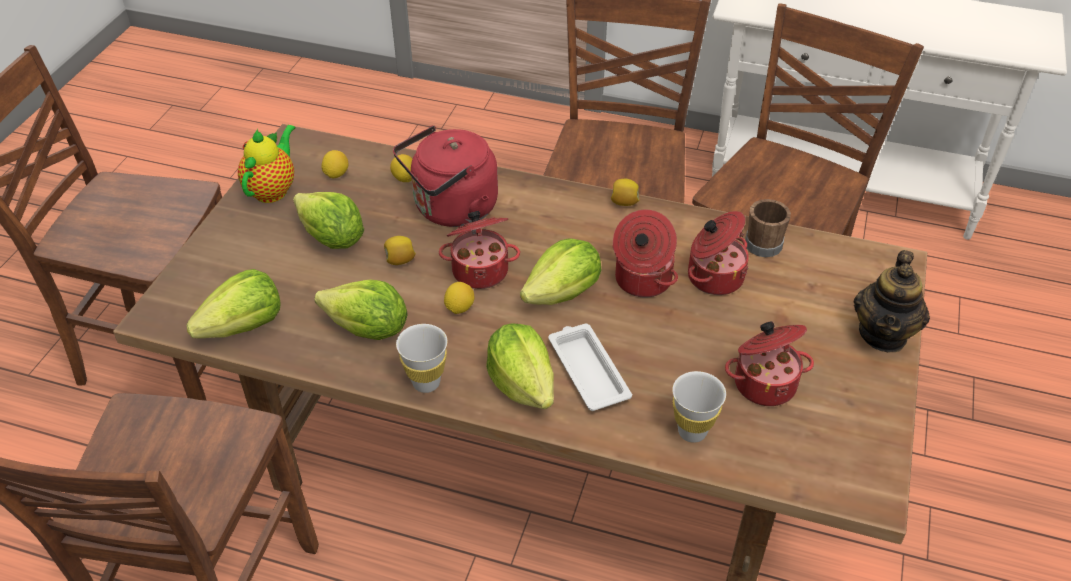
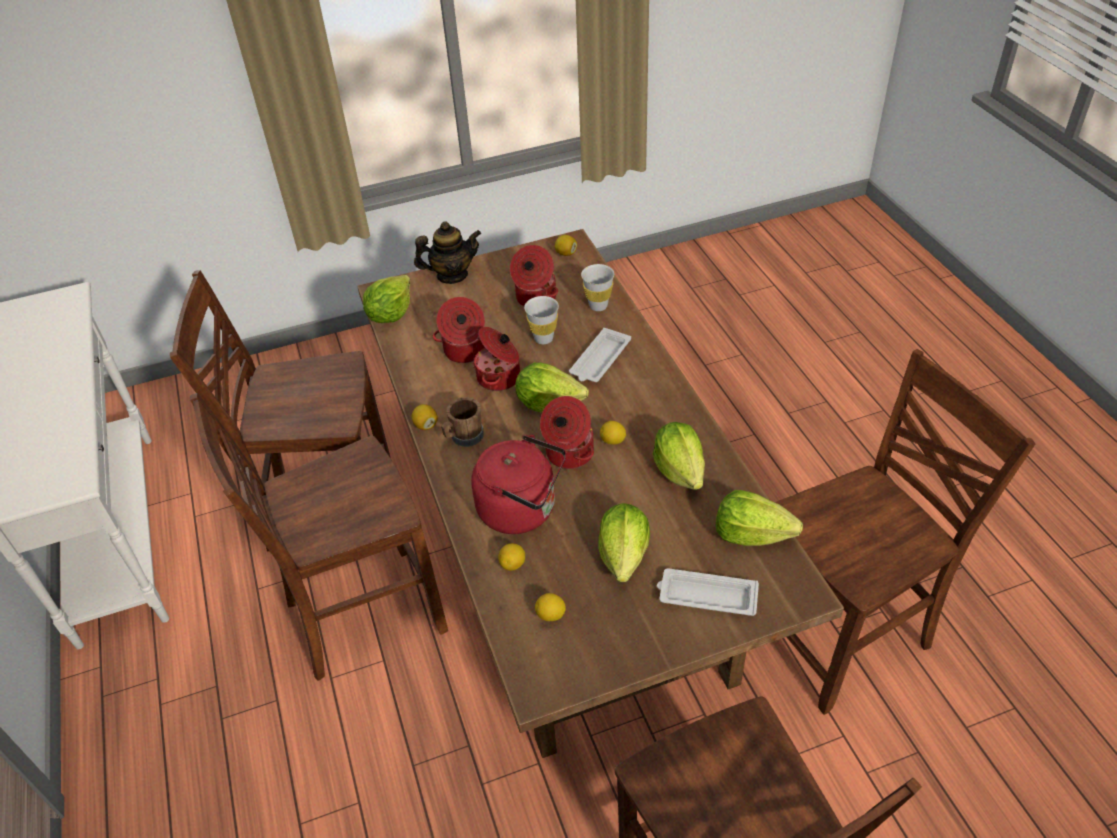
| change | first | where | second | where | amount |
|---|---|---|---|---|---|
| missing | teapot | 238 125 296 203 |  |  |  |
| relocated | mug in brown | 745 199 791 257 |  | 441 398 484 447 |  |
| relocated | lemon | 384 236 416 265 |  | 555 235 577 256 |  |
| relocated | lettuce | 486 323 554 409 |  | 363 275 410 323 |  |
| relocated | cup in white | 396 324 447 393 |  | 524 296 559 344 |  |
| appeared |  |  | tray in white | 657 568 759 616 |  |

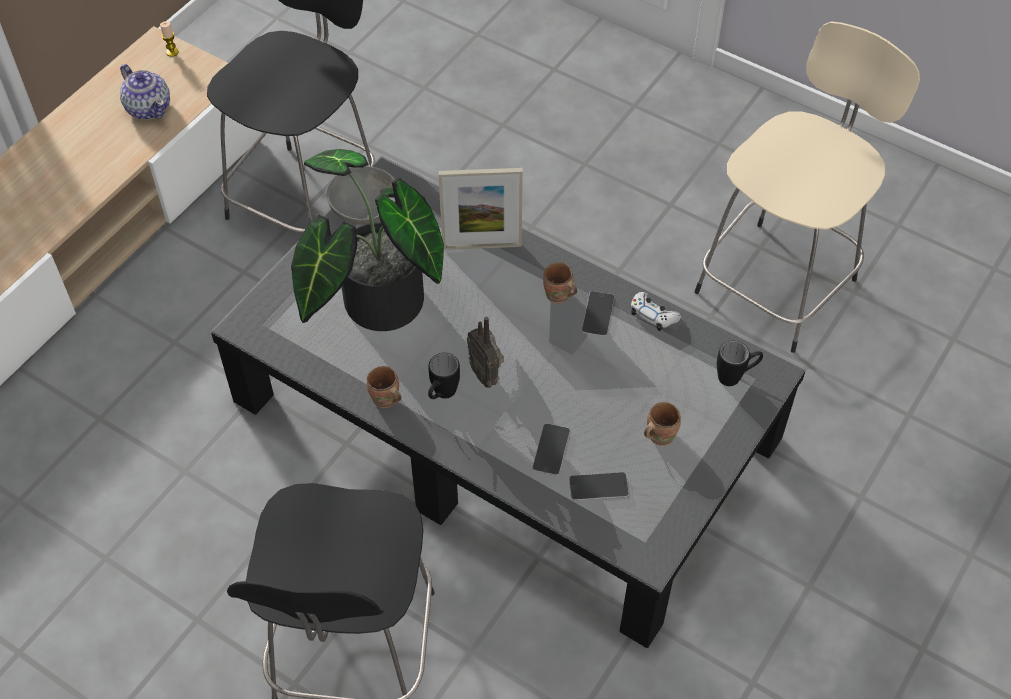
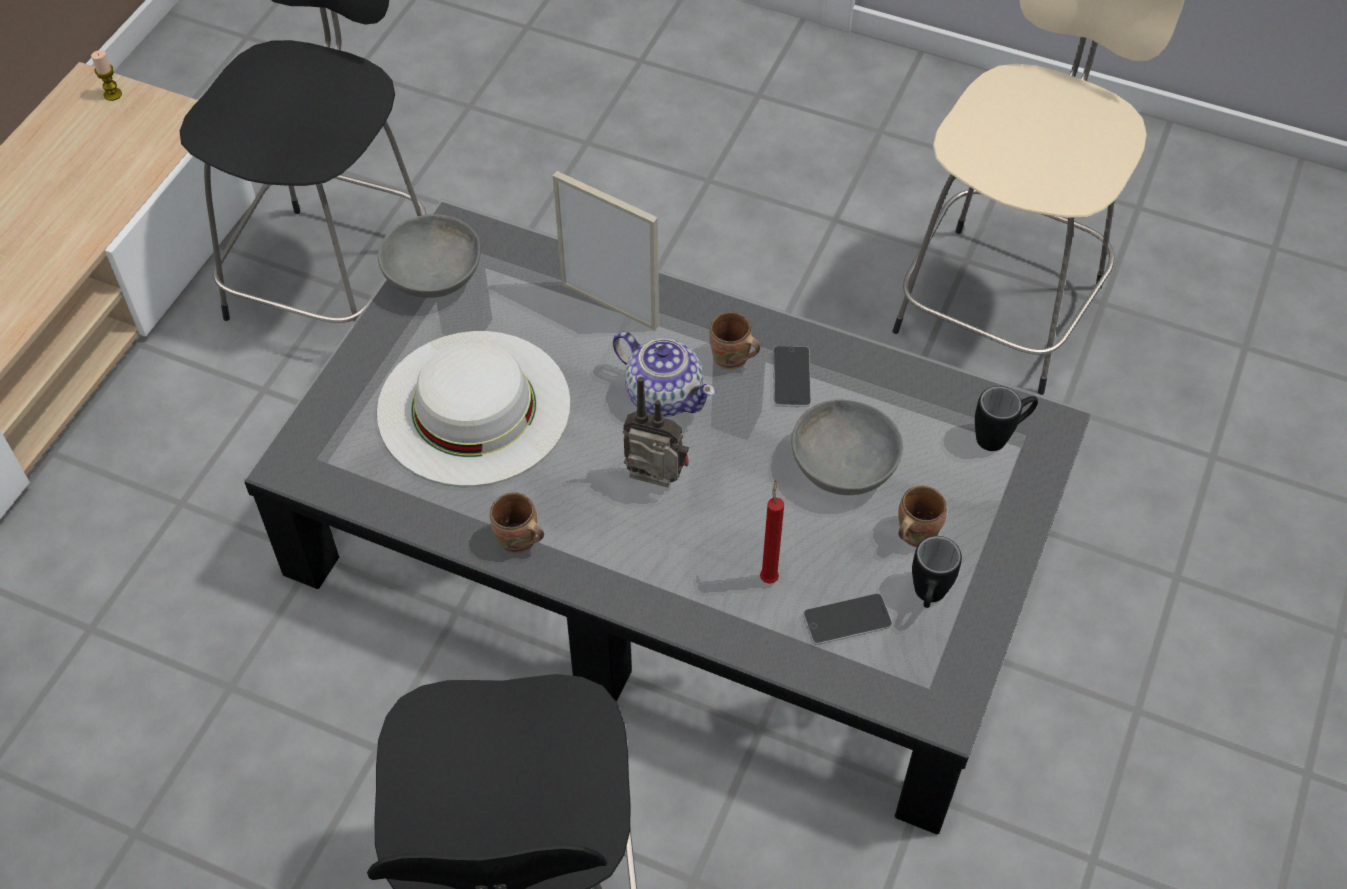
| change | first | where | second | where | amount |
|---|---|---|---|---|---|
| relocated | teapot | 120 64 170 120 |  | 613 331 716 417 |  |
| exchanged | potted plant | 291 149 444 331 | hat in white | 377 331 570 486 |  |
| spun | picture frame | 438 168 523 250 |  | 553 171 659 330 | 135 degrees counterclockwise |
| missing | game controller in white | 631 292 681 331 |  |  |  |
| spun | radio | 467 317 504 388 |  | 623 376 689 488 | 150 degrees clockwise |
| relocated | mug in black | 428 353 460 399 |  | 912 536 962 608 |  |
| exchanged | phone | 532 423 570 476 | candle in red | 760 480 784 584 |  |
| appeared |  |  | bowl in grey | 792 399 903 495 |  |

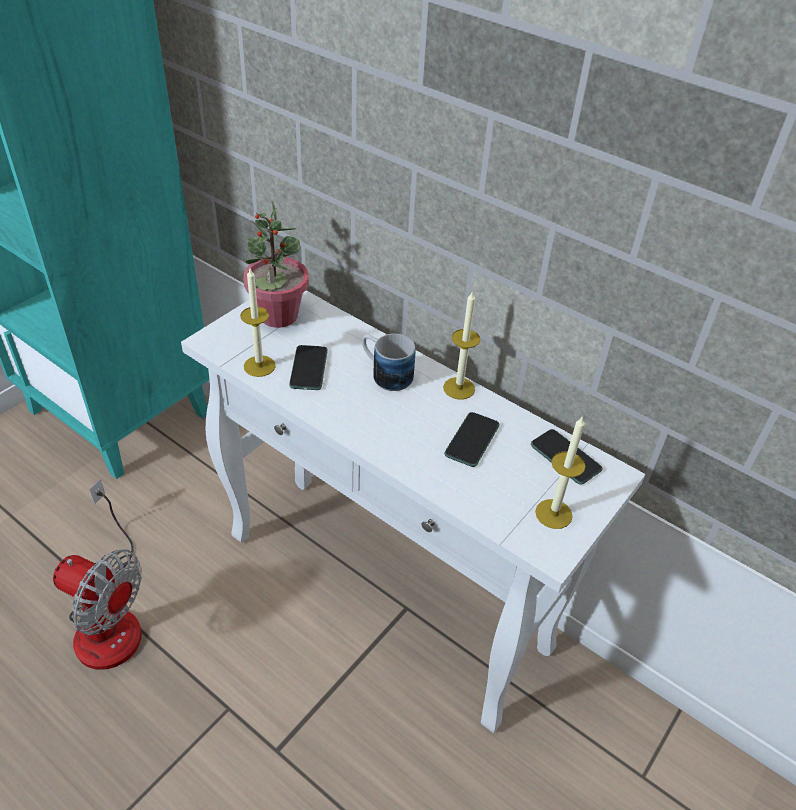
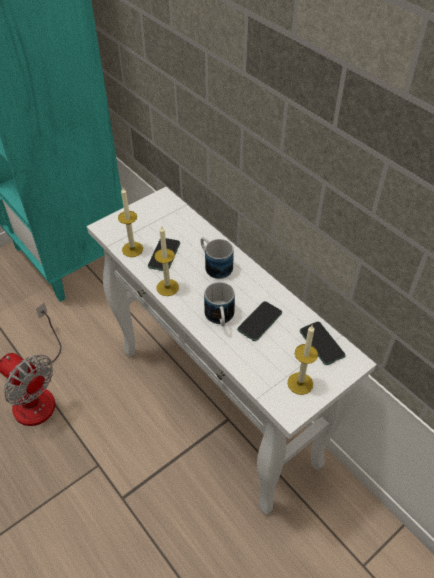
| change | first | where | second | where | amount |
|---|---|---|---|---|---|
| missing | potted plant | 243 200 309 328 |  |  |  |
| relocated | candle | 443 290 480 399 |  | 154 226 179 296 |  |
| appeared |  |  | mug | 204 282 235 326 |  |

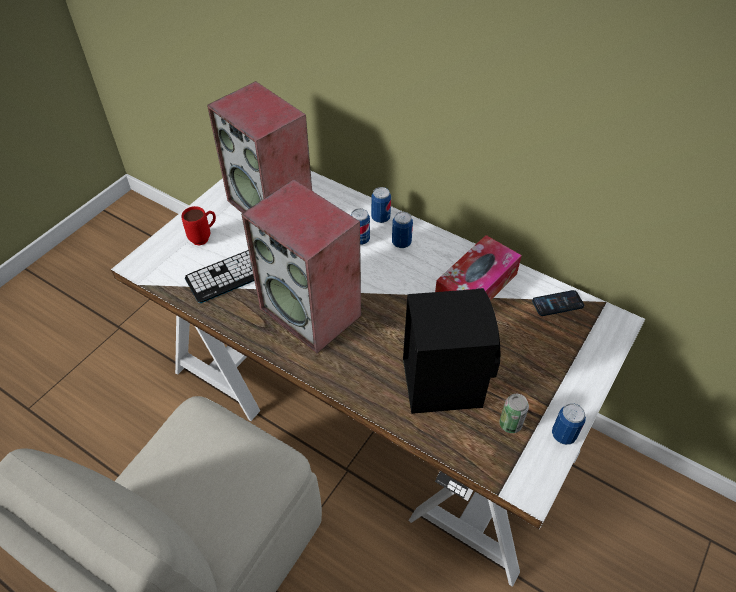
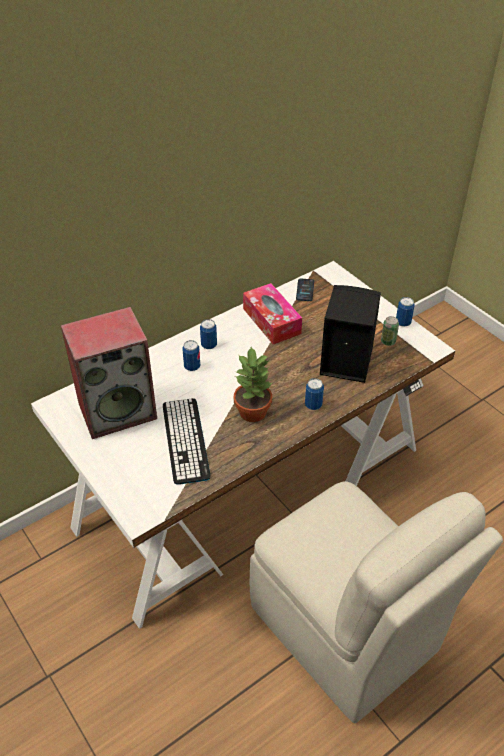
| change | first | where | second | where | amount |
|---|---|---|---|---|---|
| exchanged | speaker | 241 179 361 353 | potted plant | 234 347 272 422 |  |
| relocated | can | 371 187 391 223 |  | 305 378 324 410 |  |
| missing | mug in red | 182 206 216 246 |  |  |  |

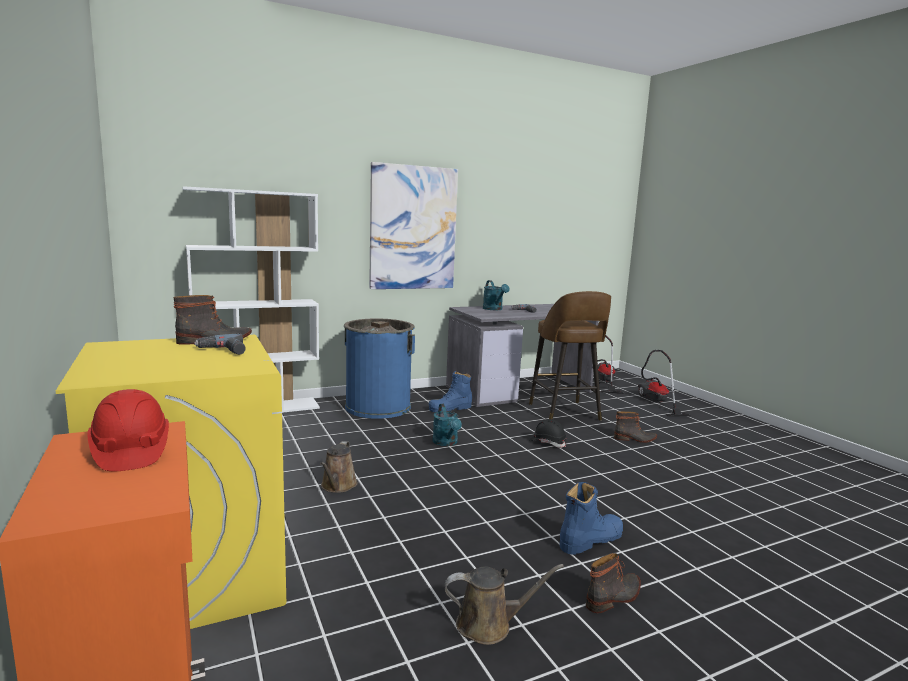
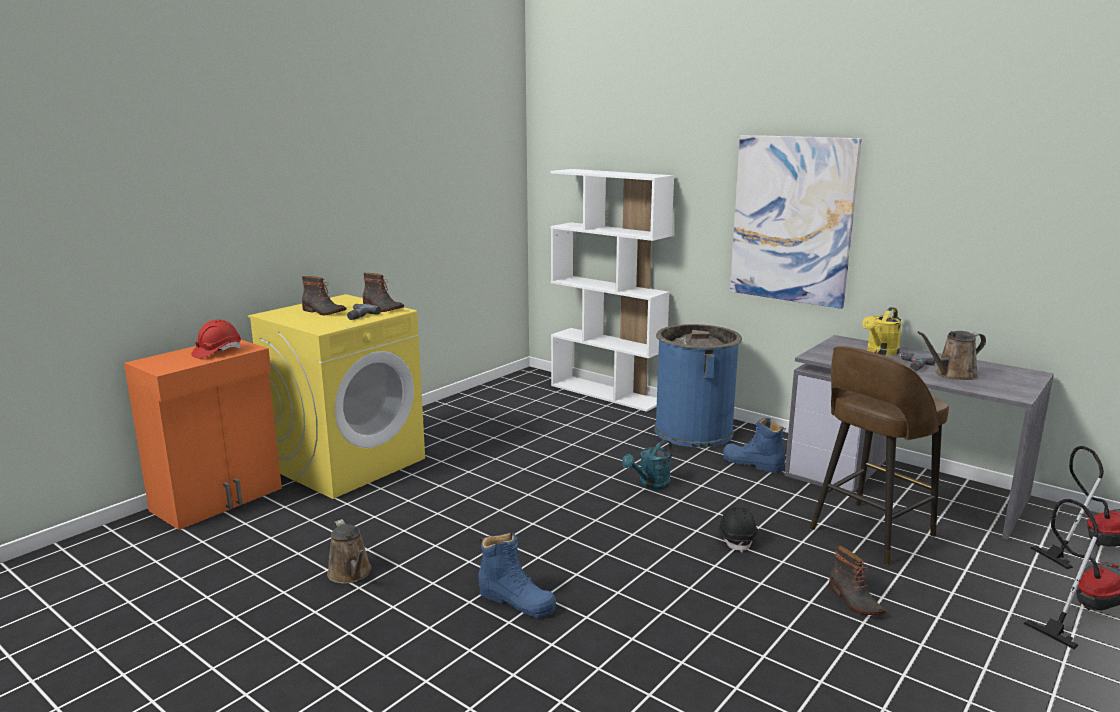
| change | first | where | second | where | amount |
|---|---|---|---|---|---|
| colour | watering can in turquoise | 483 280 510 310 | watering can in yellow | 862 307 902 355 |  |
| relocated | watering can in brown | 320 441 358 493 |  | 917 331 986 380 |  |
| relocated | boot | 586 553 641 613 |  | 302 276 347 315 |  |

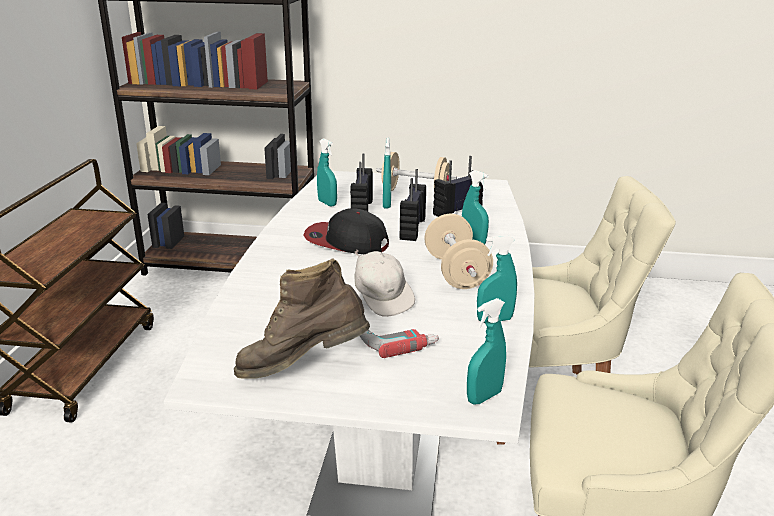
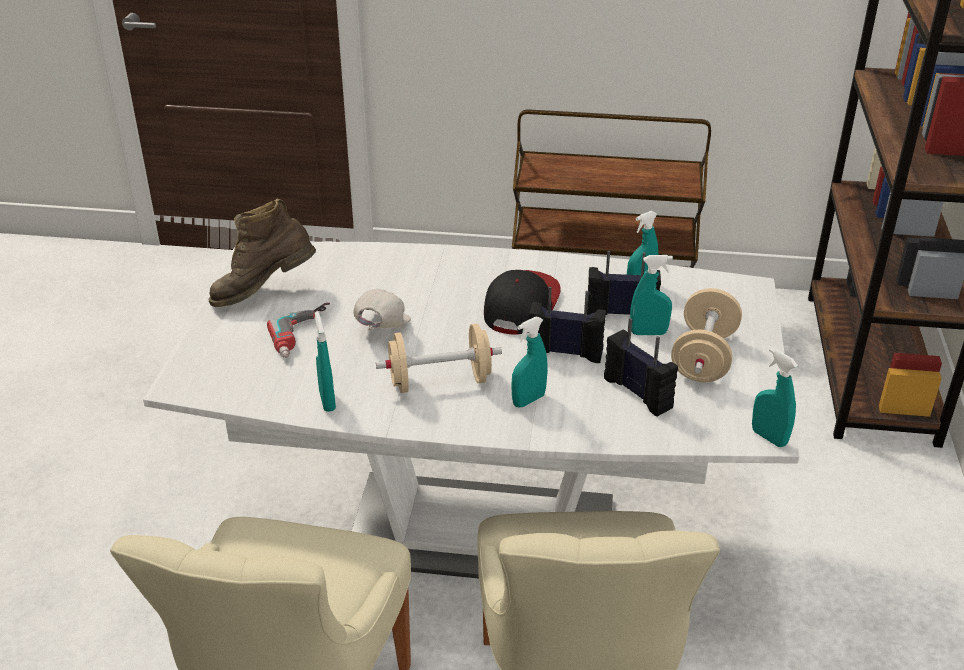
| change | first | where | second | where | amount |
|---|---|---|---|---|---|
| spun | cap in white | 354 249 415 317 |  | 353 289 411 330 | 135 degrees clockwise |
| spun | boot in brown | 234 258 370 379 |  | 208 198 316 307 | 105 degrees counterclockwise |
| relocated | spray bottle in turquoise | 467 298 506 405 |  | 752 347 798 447 |  |

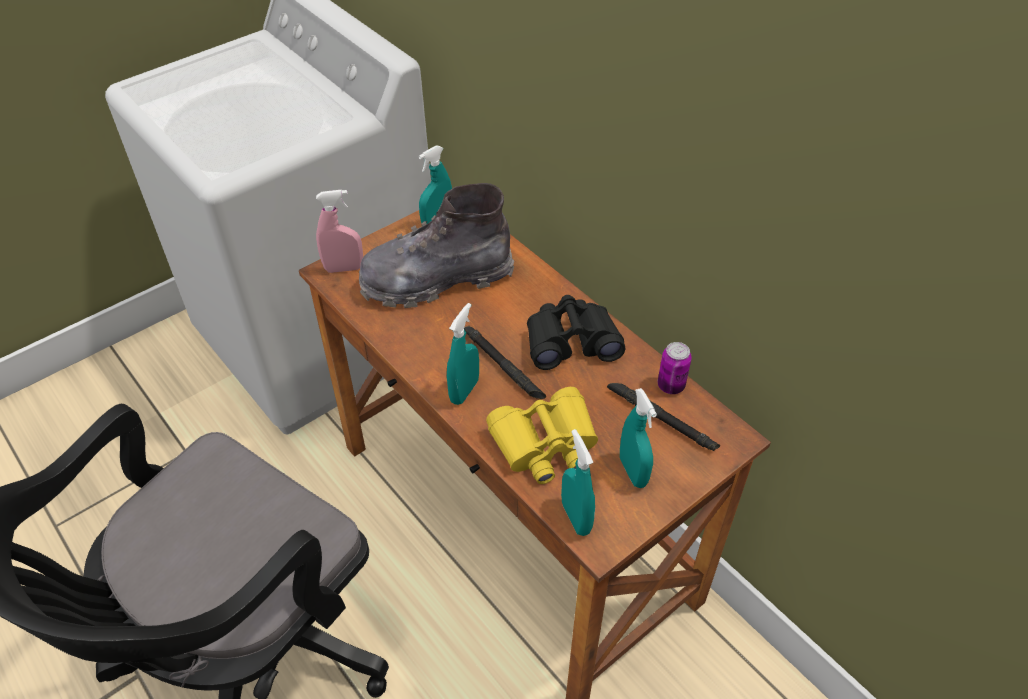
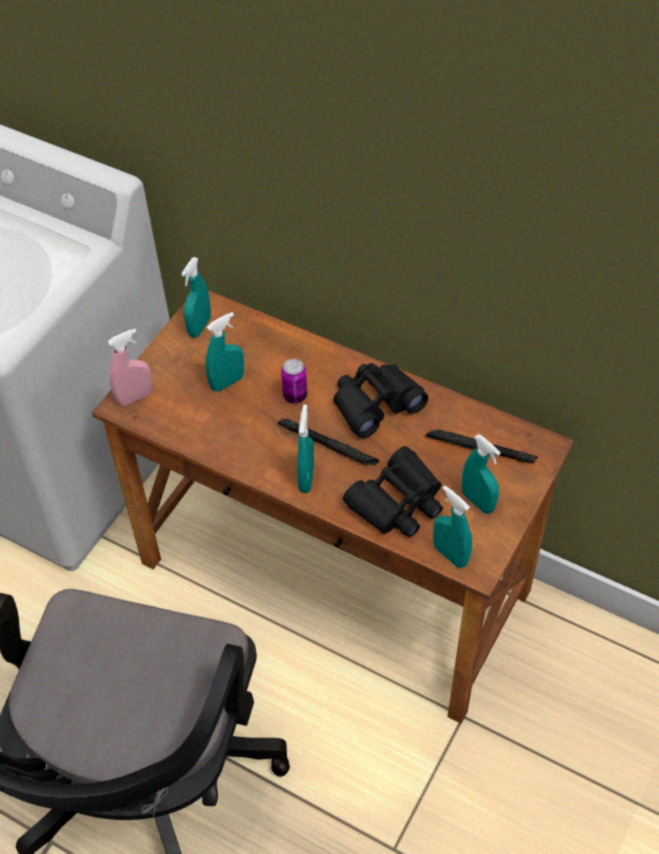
| change | first | where | second | where | amount |
|---|---|---|---|---|---|
| exchanged | boot in grey | 359 183 514 308 | spray bottle in turquoise | 205 312 244 391 |  |
| relocated | can | 658 342 692 394 |  | 281 359 307 404 |  |
| colour | binoculars in yellow | 486 387 598 484 | binoculars in black | 343 446 443 538 |  |

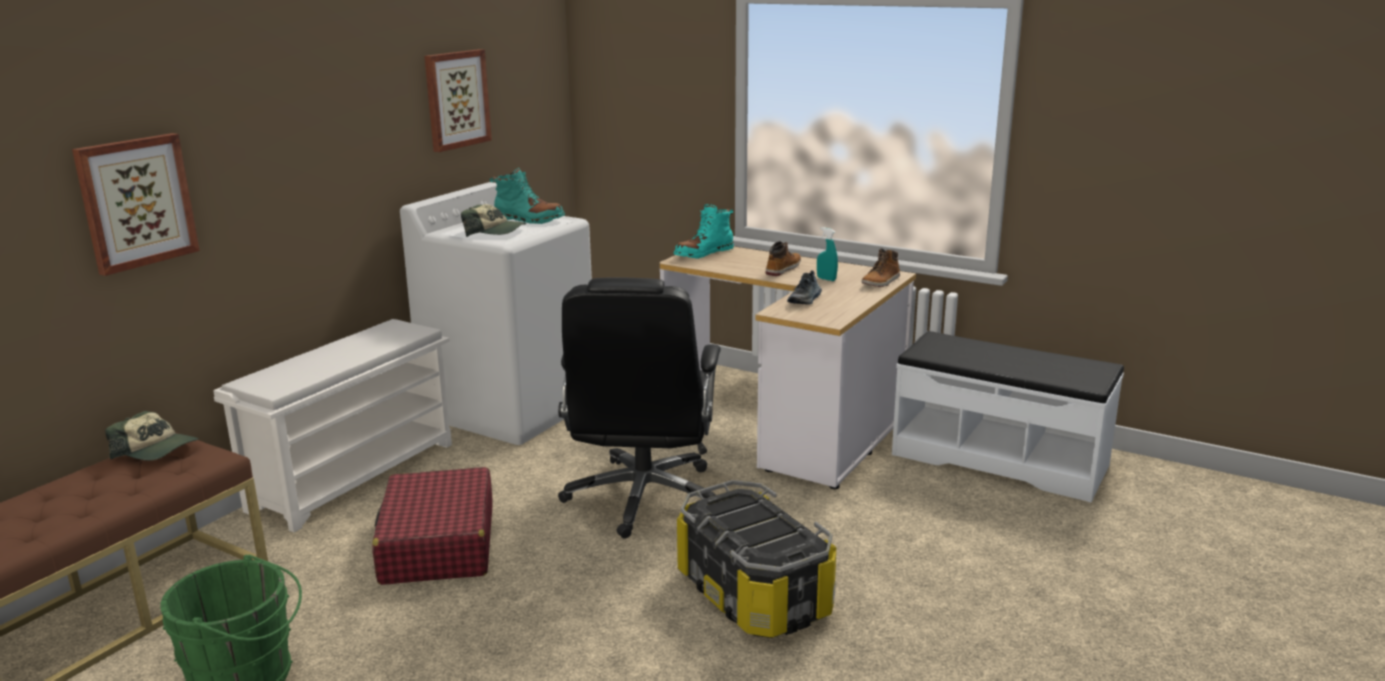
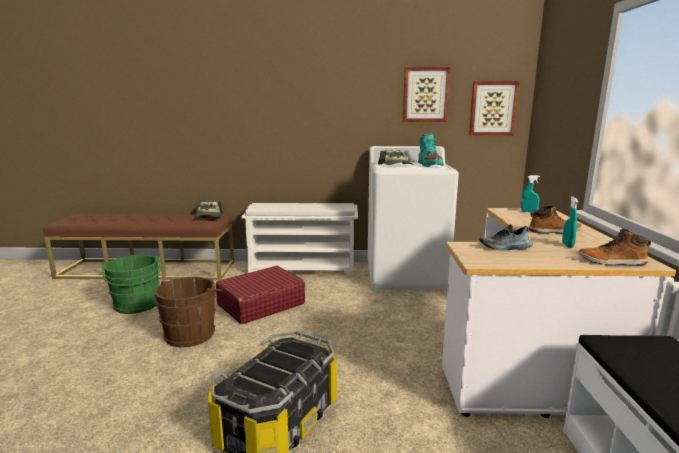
| change | first | where | second | where | amount |
|---|---|---|---|---|---|
| relocated | picture | 72 133 200 276 |  | 469 81 519 136 |  |
| exchanged | boot in turquoise | 674 204 734 259 | spray bottle in turquoise | 521 175 540 213 |  |
| missing | office chair in black | 558 278 721 539 |  |  |  |
| appeared |  |  | bucket in brown | 154 277 223 347 |  |

